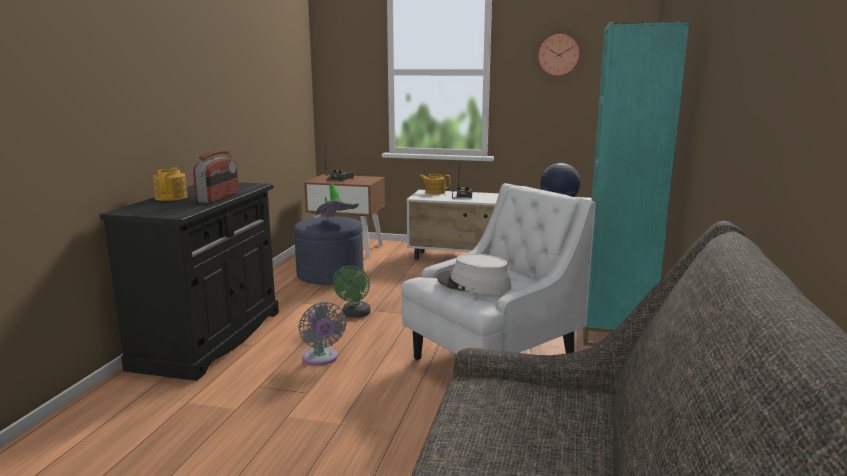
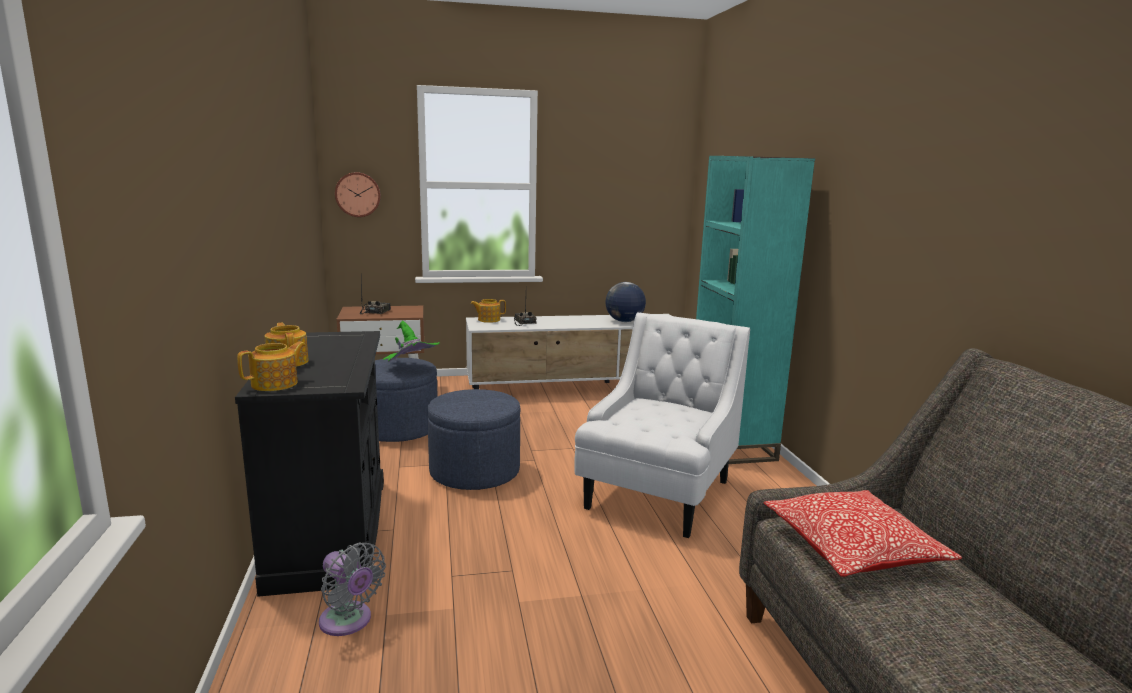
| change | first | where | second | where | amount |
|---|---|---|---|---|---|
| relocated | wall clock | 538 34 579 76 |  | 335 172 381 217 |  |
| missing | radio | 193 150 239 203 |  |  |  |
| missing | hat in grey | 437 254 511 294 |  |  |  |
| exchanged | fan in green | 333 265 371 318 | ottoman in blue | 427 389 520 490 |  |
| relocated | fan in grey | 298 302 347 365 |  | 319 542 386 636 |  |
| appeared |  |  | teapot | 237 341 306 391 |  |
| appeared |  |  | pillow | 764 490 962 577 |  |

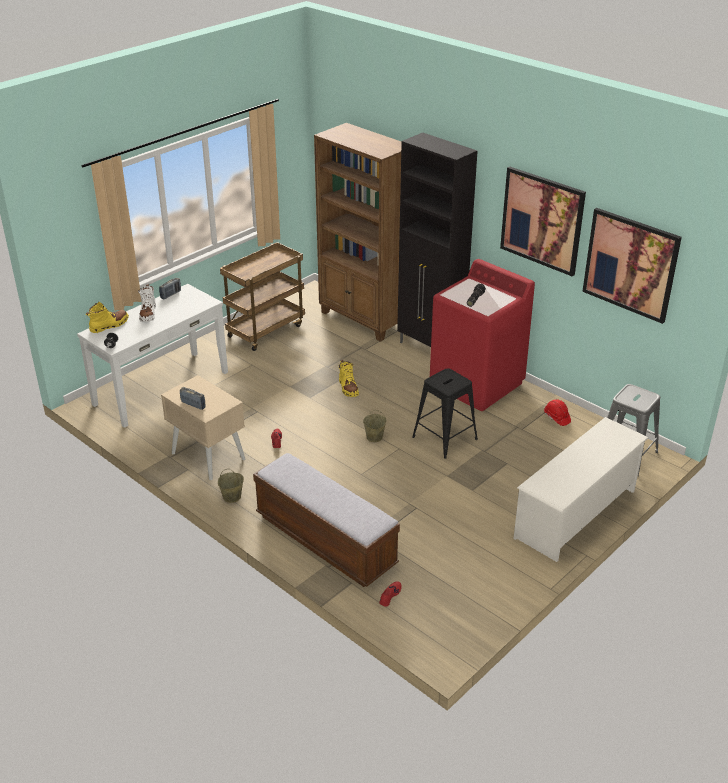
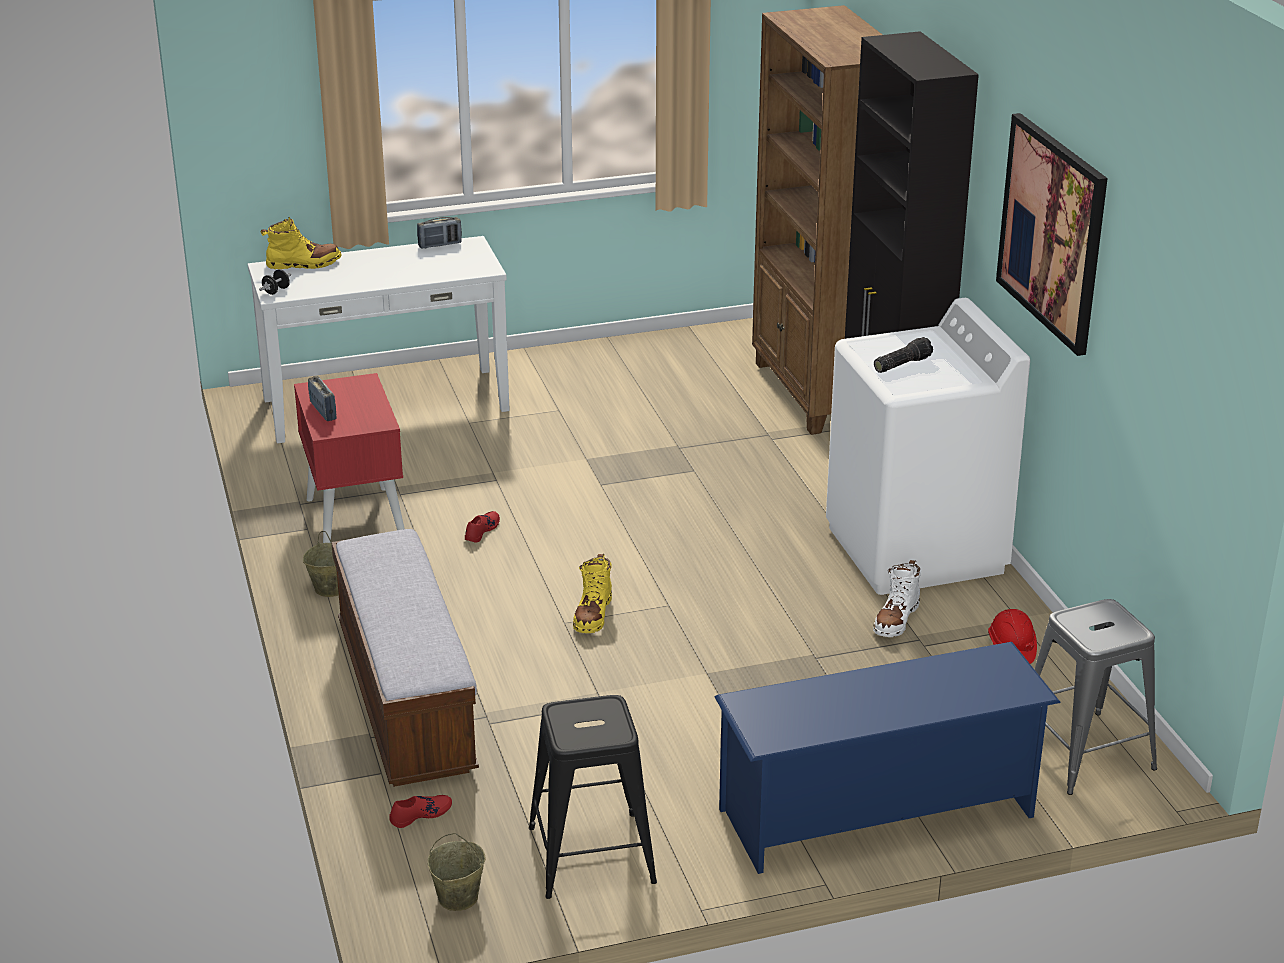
| change | first | where | second | where | amount |
|---|---|---|---|---|---|
| missing | picture | 582 208 682 324 |  |  |  |
| missing | cart in brown | 220 242 305 351 |  |  |  |
| colour | washing machine in red | 430 259 535 411 | washing machine in white | 826 298 1030 595 |  |
| relocated | boot in white | 138 284 156 322 |  | 873 560 921 637 |  |
| relocated | boot in yellow | 339 360 359 397 |  | 573 554 612 633 |  |
| relocated | stool in black | 412 368 478 459 |  | 529 695 657 899 |  |
| colour | nightstand in beige | 161 375 245 480 | nightstand in red | 294 373 405 543 |  |
| relocated | bucket in beige | 363 410 386 442 |  | 428 833 486 911 |  |
| colour | shoe rack in white | 513 417 649 562 | shoe rack in blue | 715 642 1061 874 |  |

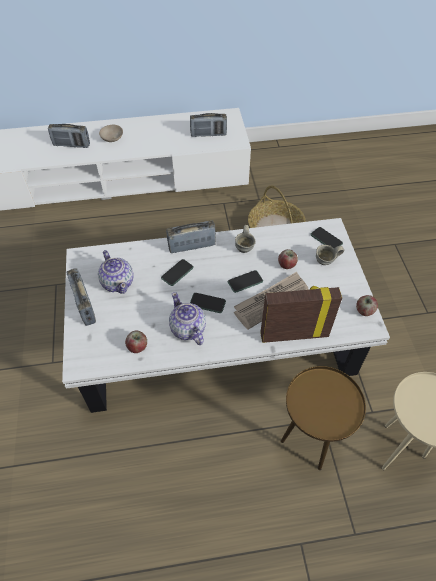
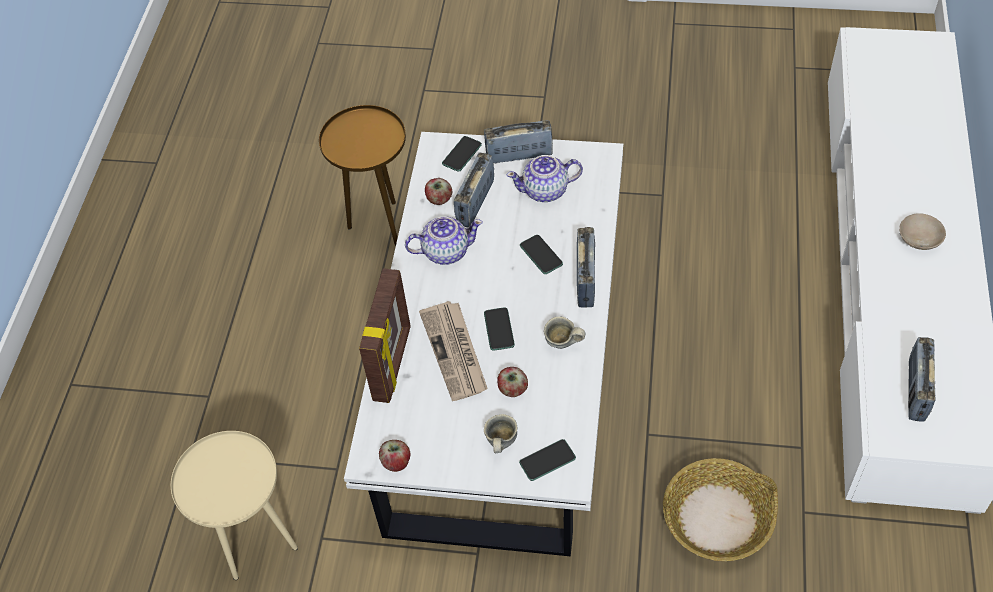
| change | first | where | second | where | amount |
|---|---|---|---|---|---|
| relocated | radio | 48 124 90 148 |  | 454 153 494 228 |  |
| relocated | phone | 190 293 226 313 |  | 442 136 482 172 |  |
| relocated | side table in brown | 281 366 366 470 |  | 319 105 406 245 |  |

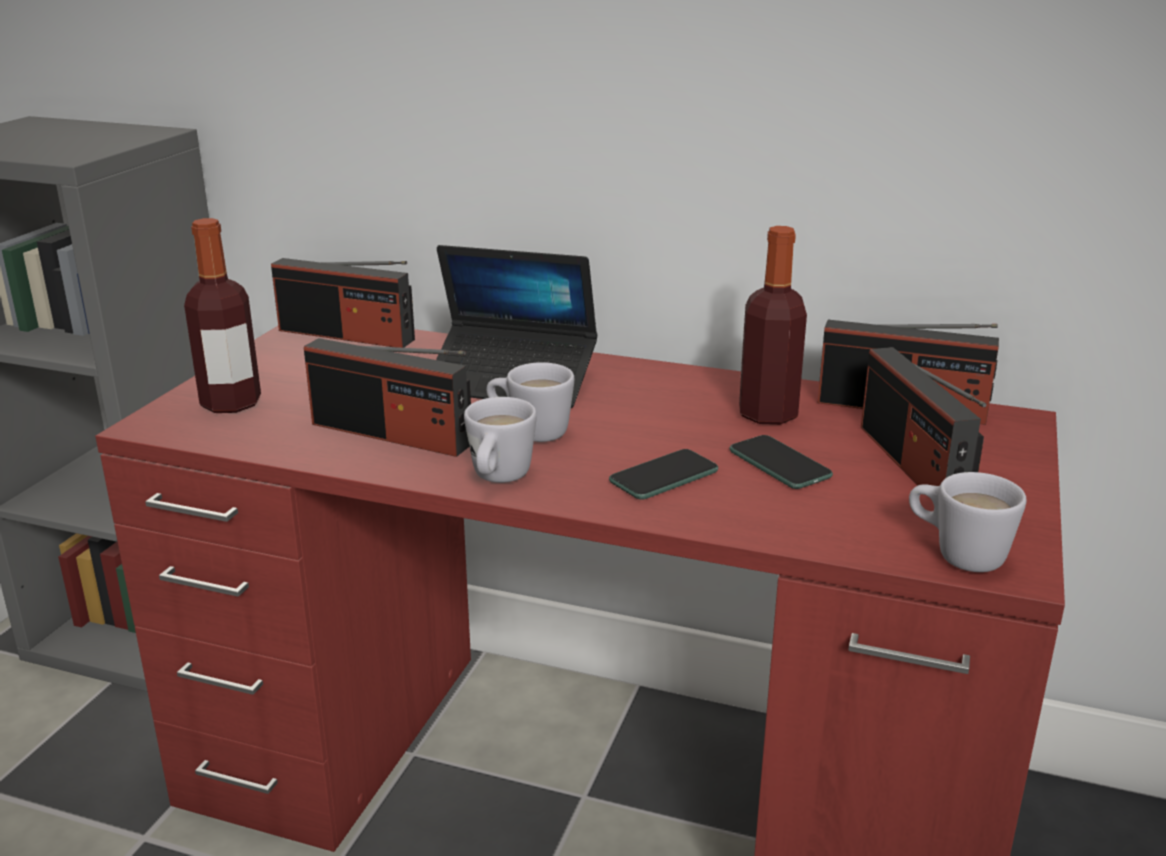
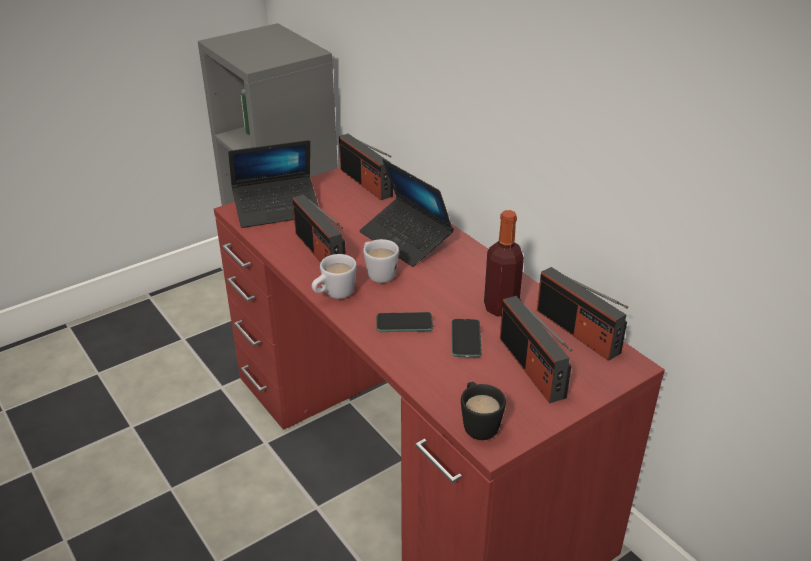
| change | first | where | second | where | amount |
|---|---|---|---|---|---|
| exchanged | bottle | 184 218 261 413 | laptop | 228 140 319 228 |  |
| spun | radio | 861 347 987 486 |  | 500 296 572 403 | 45 degrees counterclockwise |
| colour | mug in white | 909 472 1027 572 | mug in black | 461 382 506 440 |  |

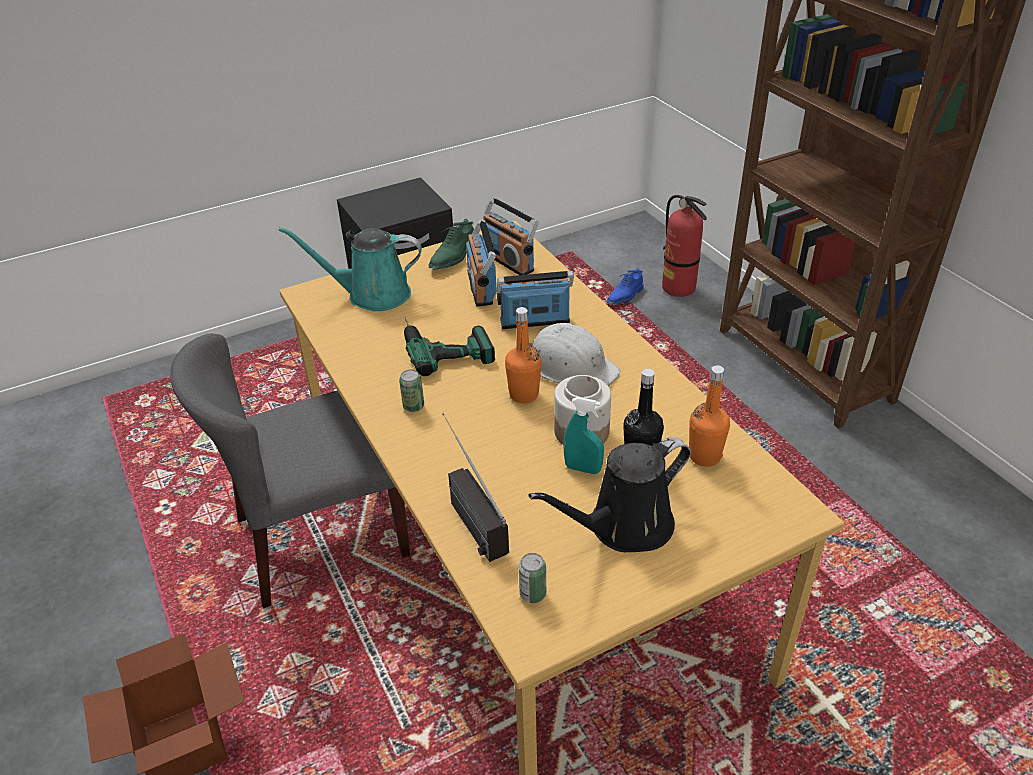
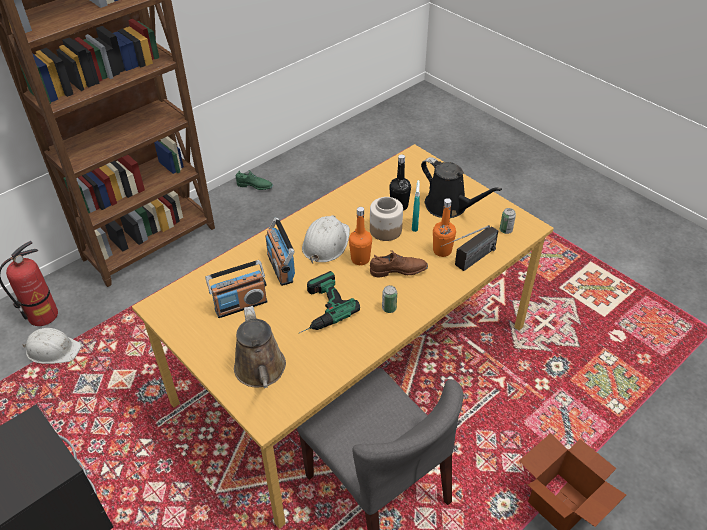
| change | first | where | second | where | amount |
|---|---|---|---|---|---|
| missing | radio | 482 197 538 275 |  |  |  |
| relocated | shoe in green | 428 219 474 270 |  | 236 170 273 190 |  |
| colour | watering can in turquoise | 278 227 422 311 | watering can in brown | 234 306 286 388 |  |
| exchanged | shoe in blue | 607 268 643 305 | hard hat in white | 22 328 81 364 |  |
| relocated | bottle in orange | 689 365 730 467 |  | 433 198 456 257 |  |
| appeared |  |  | shoe in brown | 370 250 428 277 |  |

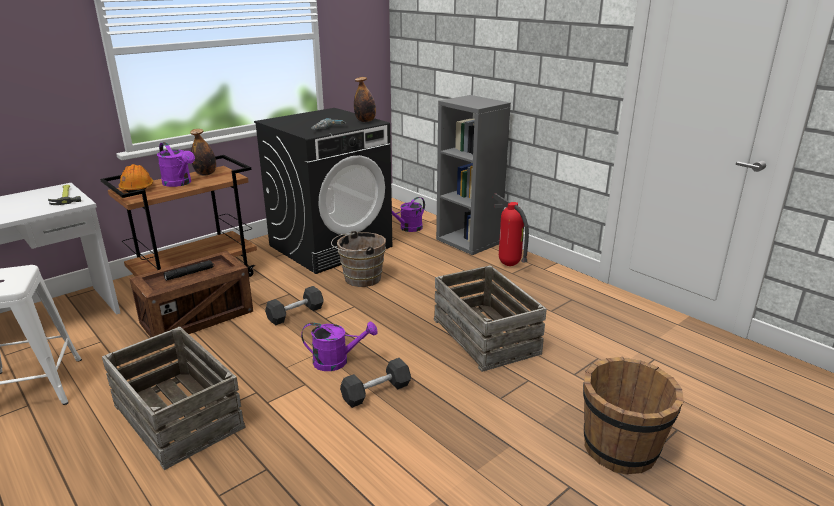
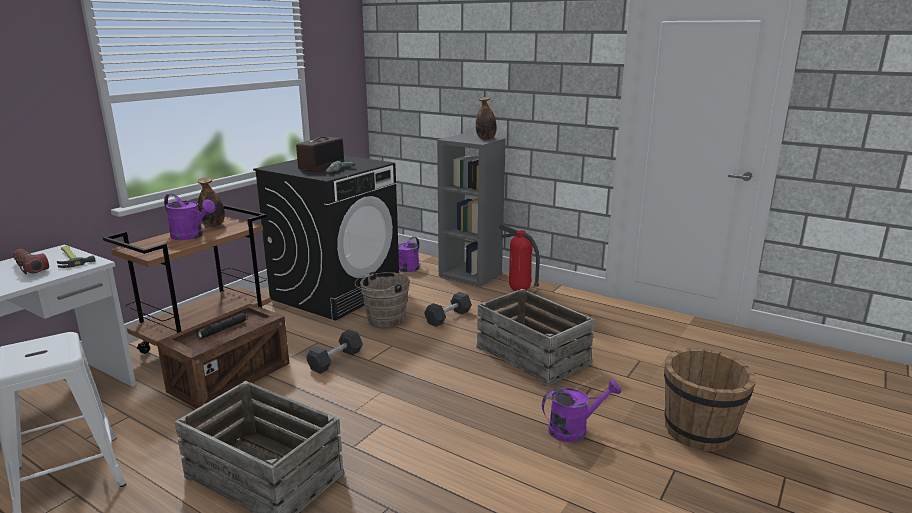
| change | first | where | second | where | amount |
|---|---|---|---|---|---|
| relocated | bottle | 354 77 376 122 |  | 476 97 497 140 |  |
| missing | hard hat in orange | 119 164 153 193 |  |  |  |
| relocated | watering can in purple | 301 322 378 371 |  | 542 379 621 442 |  |
| relocated | dumbbell in black | 340 358 411 408 |  | 424 292 472 327 |  |
| appeared |  |  | radio | 296 137 344 171 |  |
| appeared |  |  | flashlight | 13 249 49 274 |  |

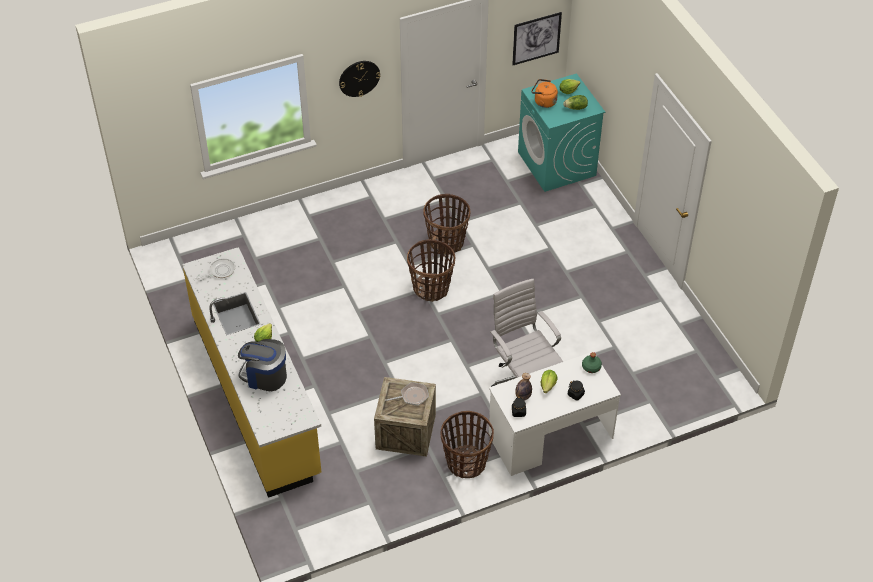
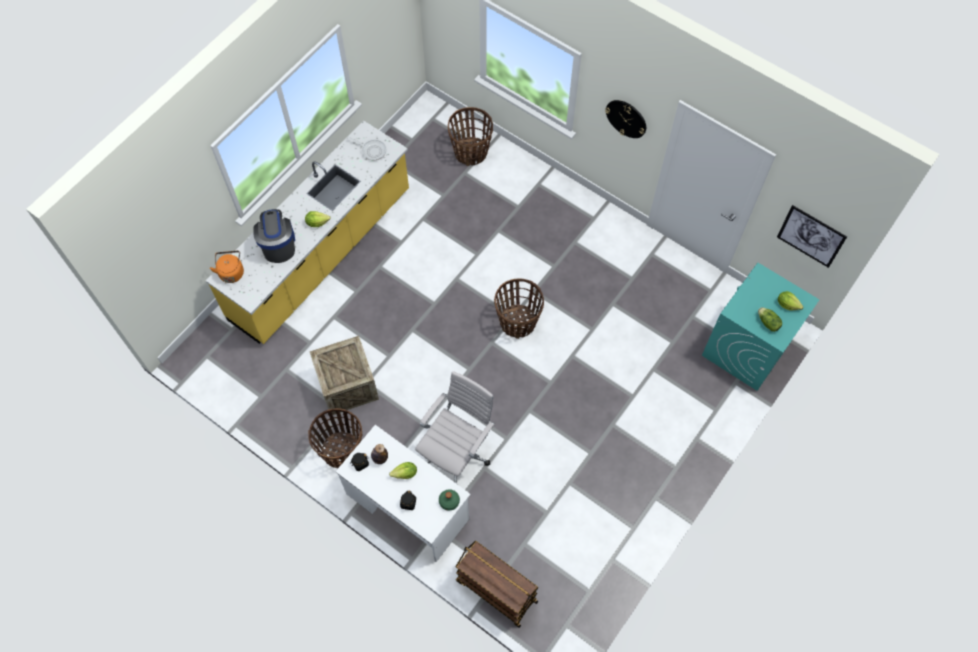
| change | first | where | second | where | amount |
|---|---|---|---|---|---|
| relocated | kettle in orange | 531 79 558 108 |  | 210 251 244 283 |  |
| relocated | basket | 423 194 471 255 |  | 448 107 493 166 |  |
| missing | frying pan | 385 382 429 406 |  |  |  |
| appeared |  |  | cart in brown | 455 541 539 628 |  |

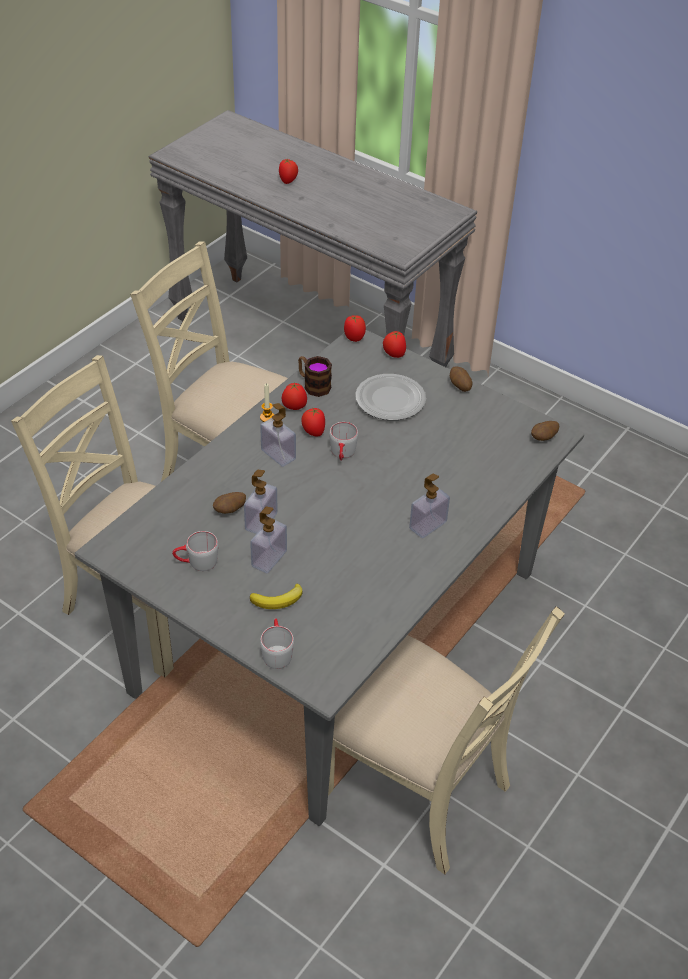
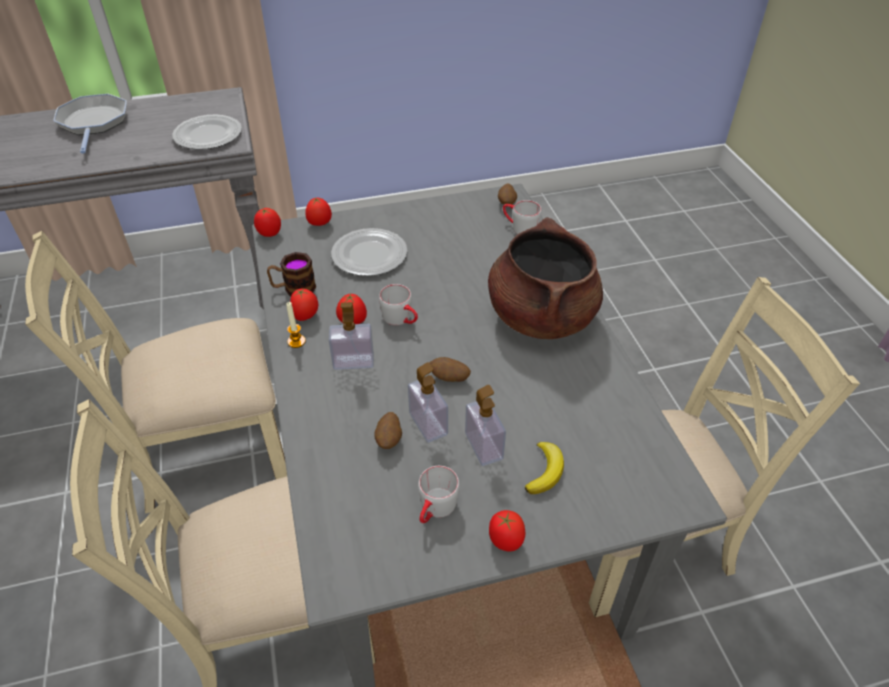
| change | first | where | second | where | amount |
|---|---|---|---|---|---|
| relocated | tomato | 279 159 298 184 |  | 489 510 525 552 |  |
| relocated | potato | 450 366 472 392 |  | 430 357 471 382 |  |
| exchanged | soap dispenser | 409 474 450 538 | cooking pot in brown | 488 217 603 339 |  |
| relocated | mug in grey | 260 618 294 669 |  | 503 200 542 234 |  |
| appeared |  |  | frying pan | 53 94 127 153 |  |
| appeared |  |  | plate | 172 115 242 150 |  |

